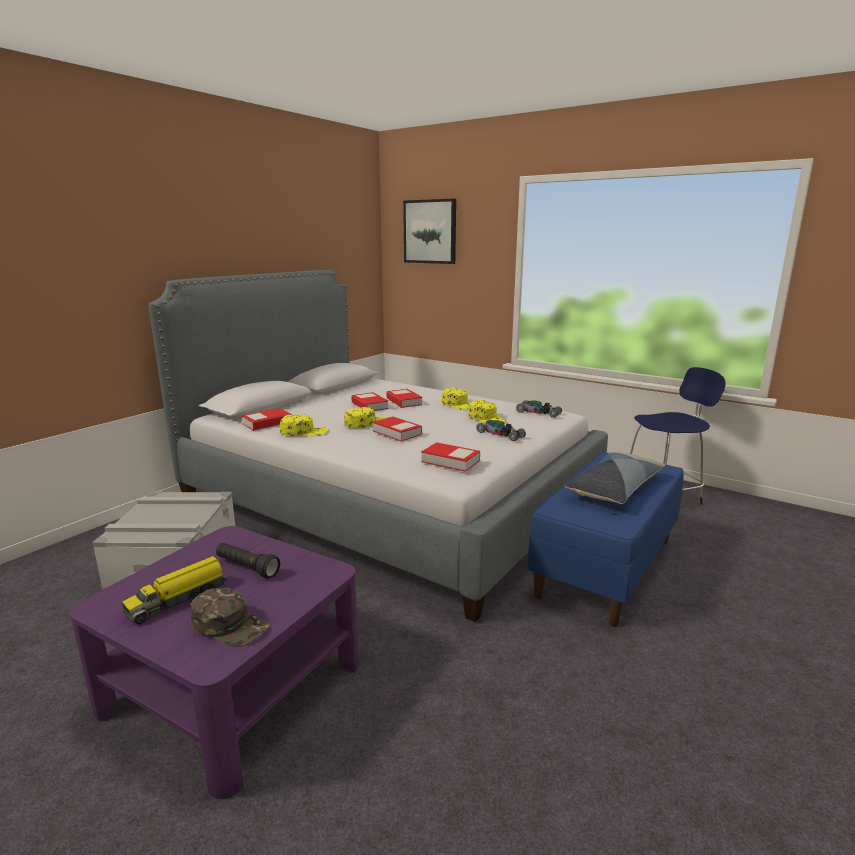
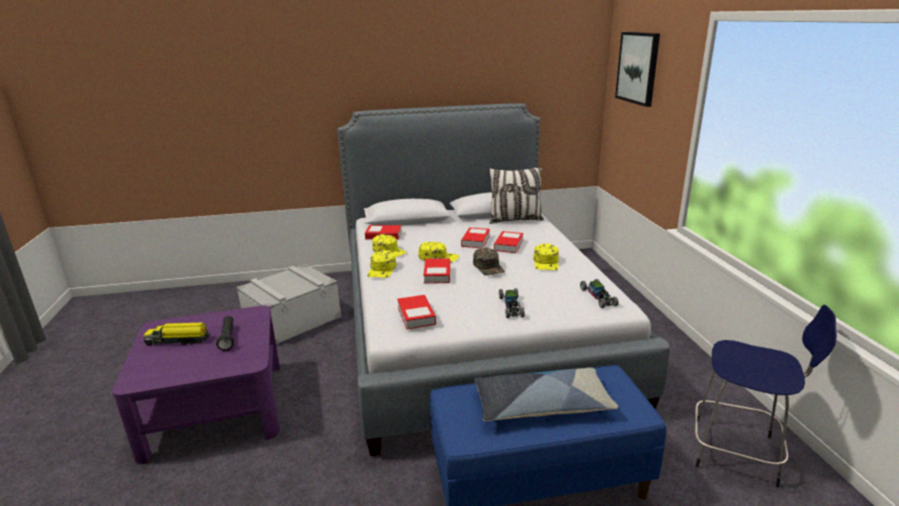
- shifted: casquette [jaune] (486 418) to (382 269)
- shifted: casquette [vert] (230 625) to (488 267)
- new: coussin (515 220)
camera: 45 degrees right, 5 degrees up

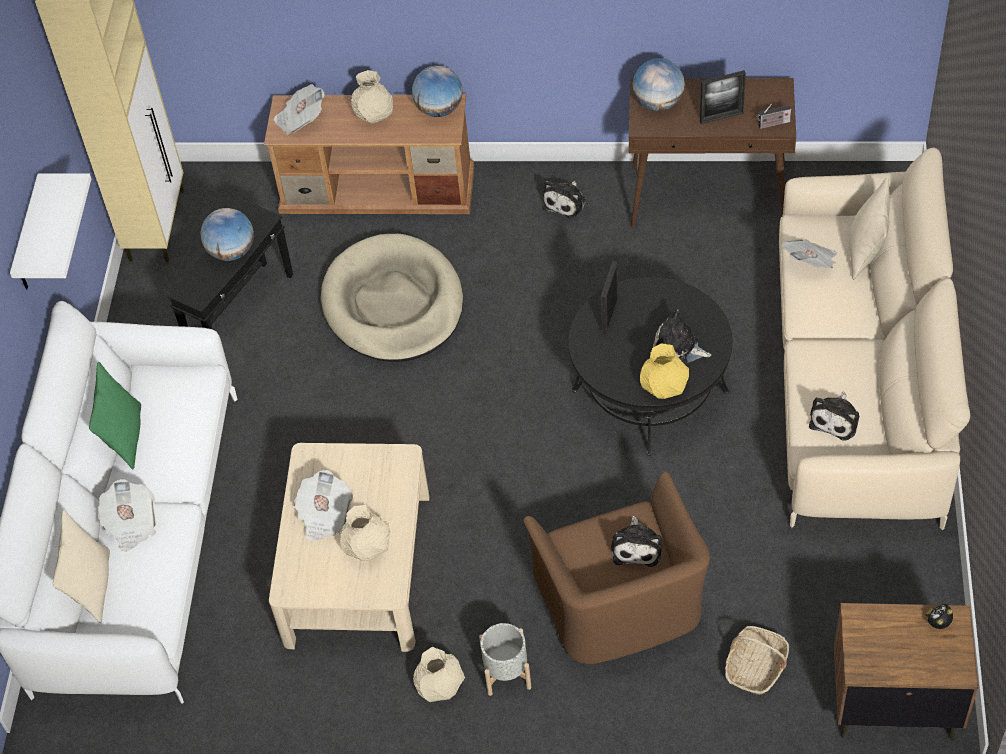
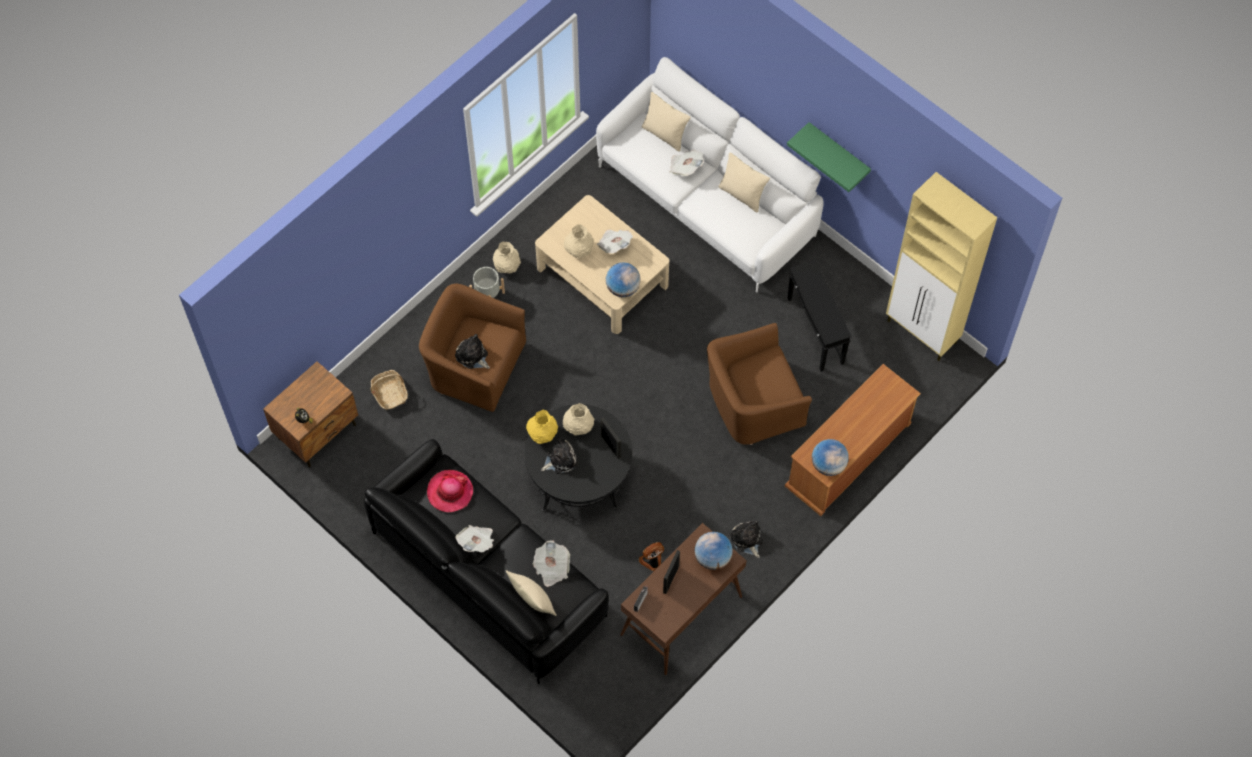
- shifted: vase [beige] (375 116) to (578 426)
- shifted: journal (301 120) to (477 542)
- repainted: canapé [beige] (857 383) to canapé [noir] (488 574)
- repainted: étagère [blanc] (29 237) to étagère [vert] (838 153)
- shifted: globe (231 252) to (623 288)
- swapped: panier pour chien [beige] (393 304) to fauteuil [marron] (753 403)
- repainted: coussin [vert] (125 437) to coussin [beige] (742 195)
- swapped: peluche (836 419) to chapeau (450 492)
- new: ventilateur (652 561)
camera: 125 degrees right, 10 degrees up

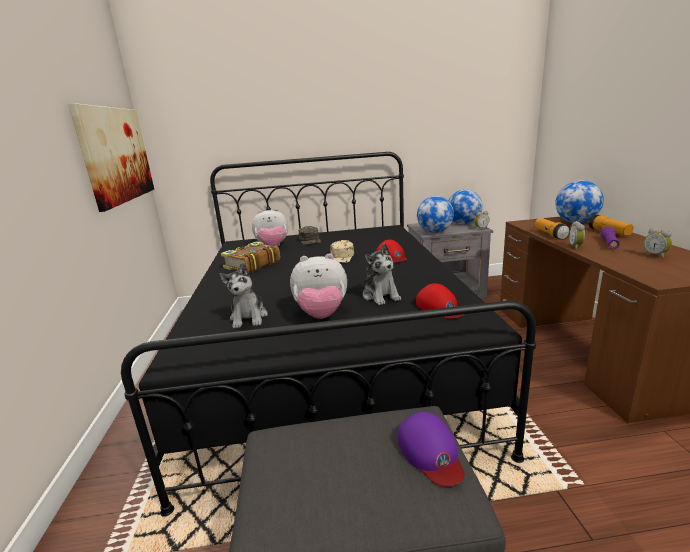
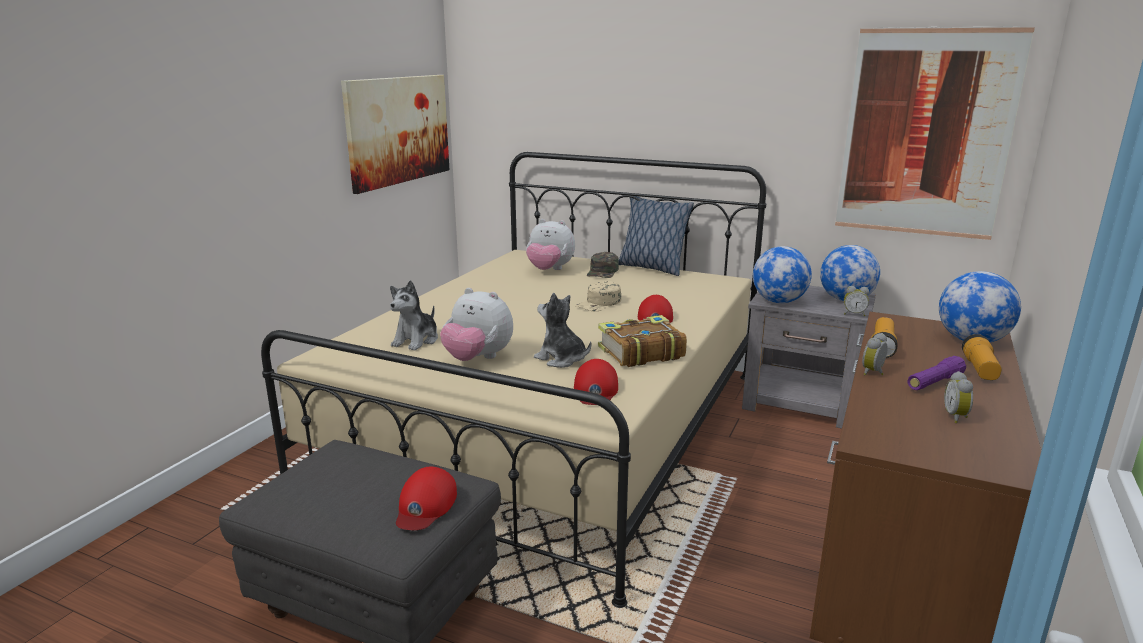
- repainted: lit [noir] (329 358) to lit [beige] (551 428)
- shifted: livre (251 265) to (640 352)
- rotated: peluche (380 296) = (561 359) 120 degrees clockwise
- repainted: casquette [violet] (430 452) to casquette [rouge] (425 505)
- new: tableau (926 134)
- new: coussin (651 268)
camera: 30 degrees right, 0 degrees up

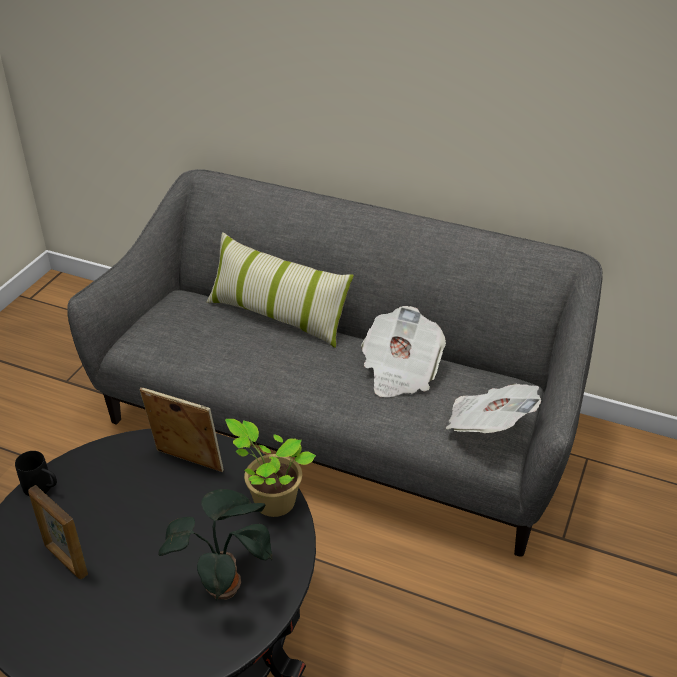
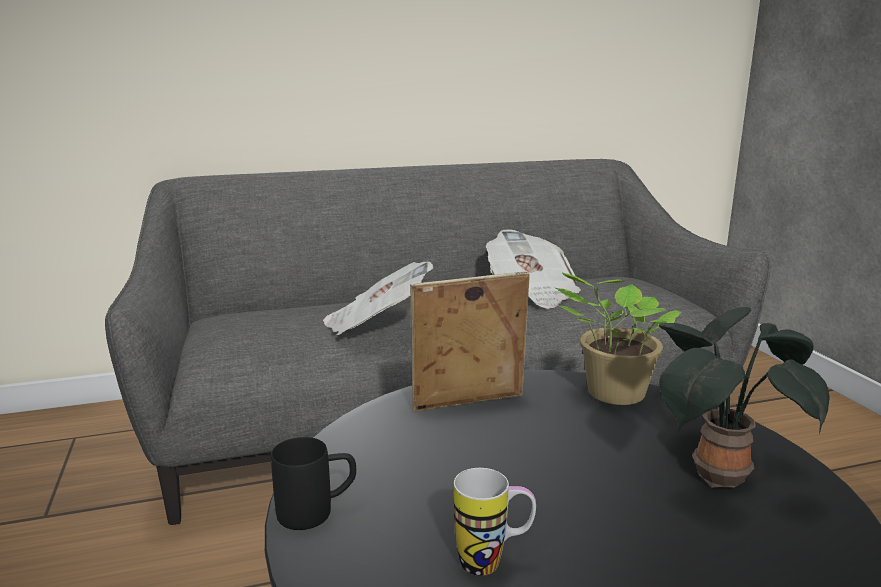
- gone: coussin (277 315)
- shifted: journal (488 425) to (376 325)
- swapped: cadre photo (65 560) to mug (493 563)
camera: 40 degrees left, 20 degrees down

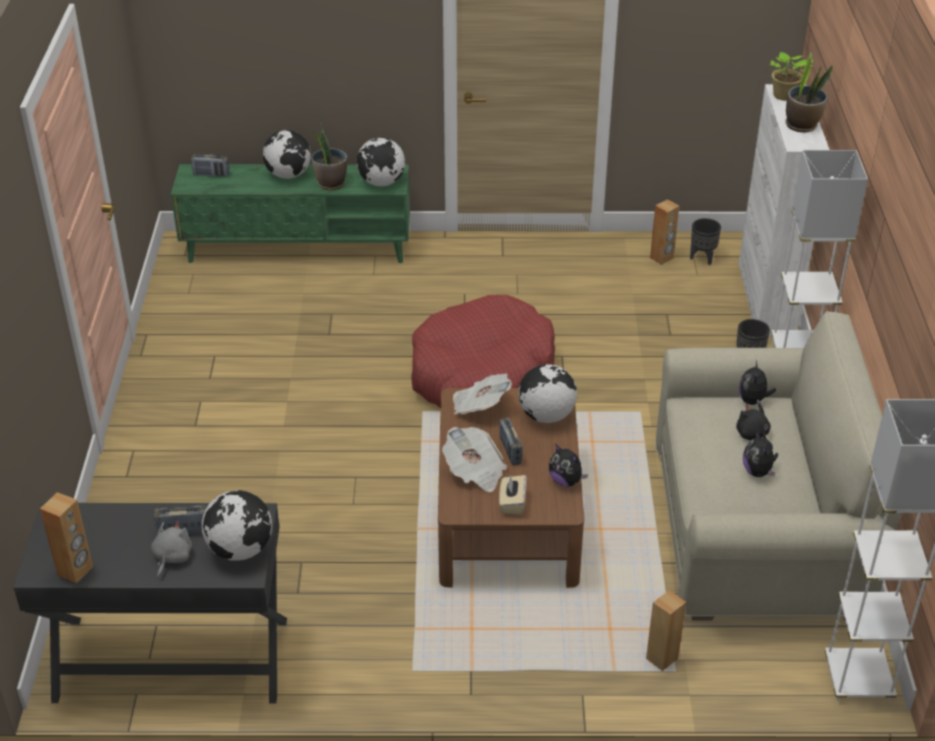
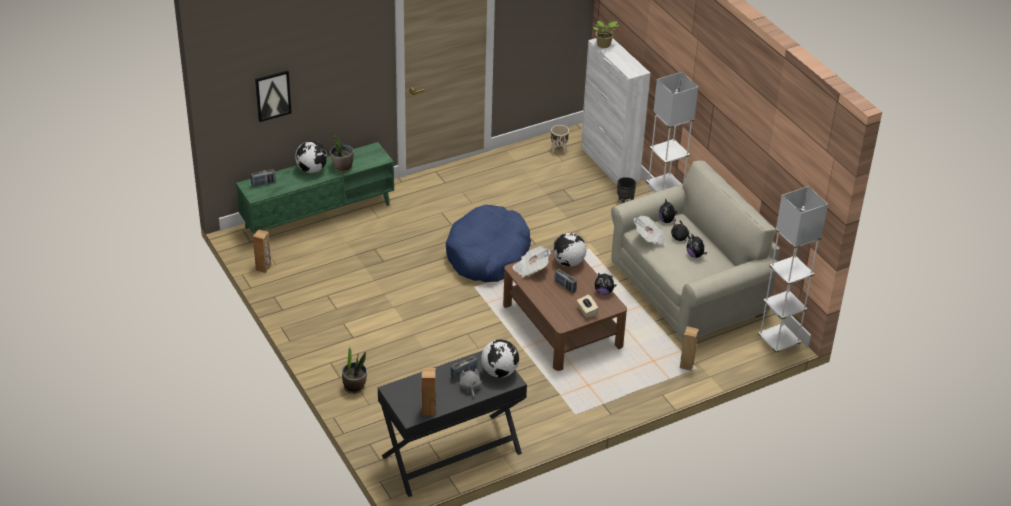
- shifted: plante en pot (802 125) to (354 387)
- gone: globe (381 183)
- shifted: enceinte [marron] (662 258) to (263 268)
- repainted: cache-pot [noir] (702 258) to cache-pot [beige] (558 150)
- repainted: panier pour chien [rouge] (481 372) to panier pour chien [bleu] (488 255)
- shifted: journal (474 471) to (650 238)
- new: tableau (272 95)
camera: 30 degrees left, 0 degrees up

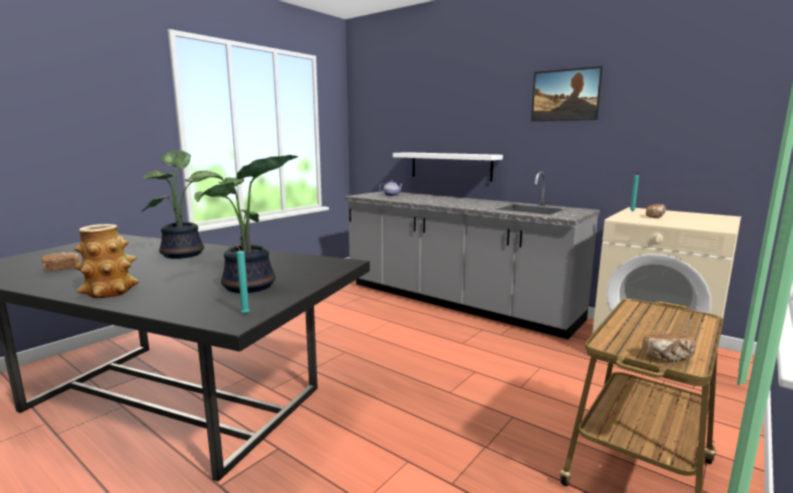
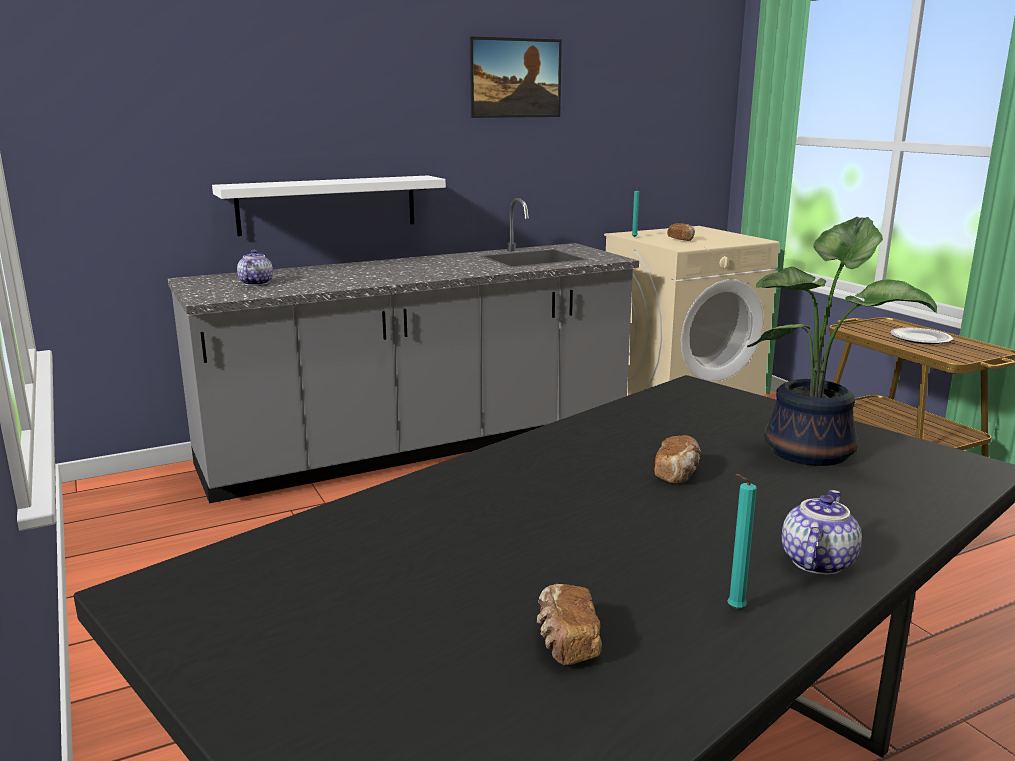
- gone: plante en pot (185 254)
- swapped: vase (110 292) to théière (815 561)
- shifted: bougie [turquoise] (244 314) to (733 610)
- shifted: pain (667 357) to (677 473)
- new: assiette (921 338)
camera: 65 degrees left, 5 degrees up

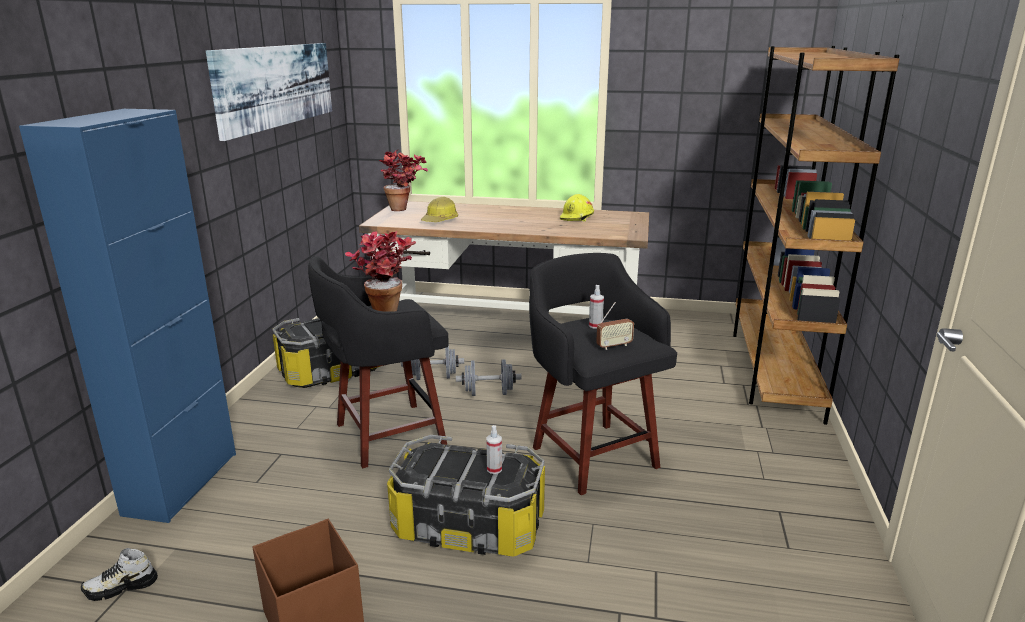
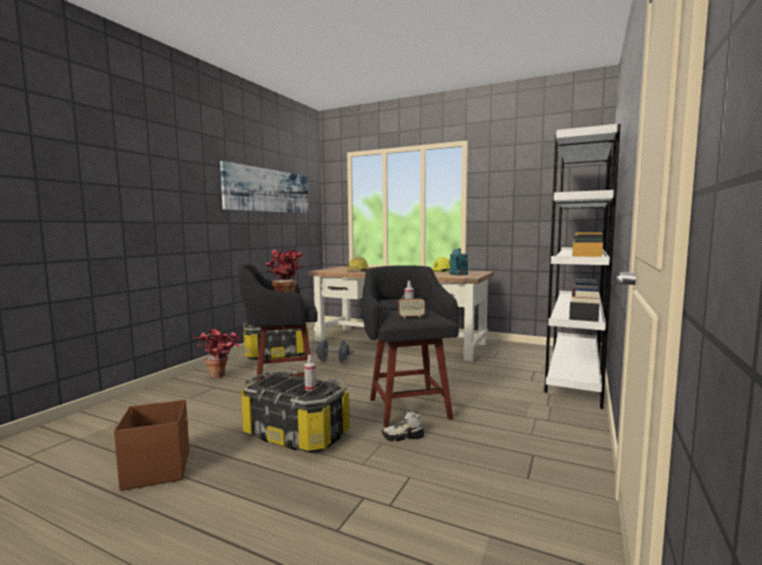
- repainted: bibliothèque [marron] (773 369) to bibliothèque [blanc] (574 376)
- gone: meuble de rangement [bleu] (181 483)
- shifted: plante en pot (404 210) to (221 376)
- gone: haltère [gris] (488 393)
- shifted: chaussure (121 587) to (403 437)
- new: arrosoir [turquoise] (458 274)
camera: 15 degrees right, 15 degrees down

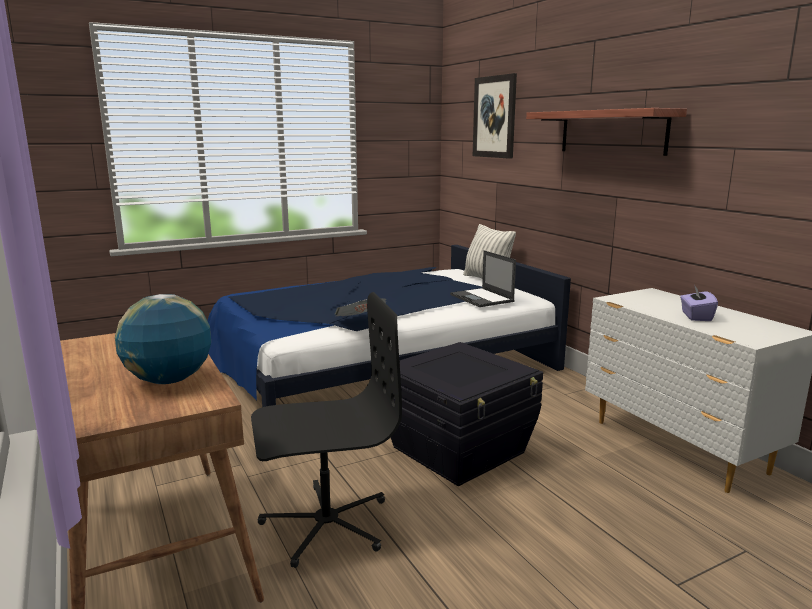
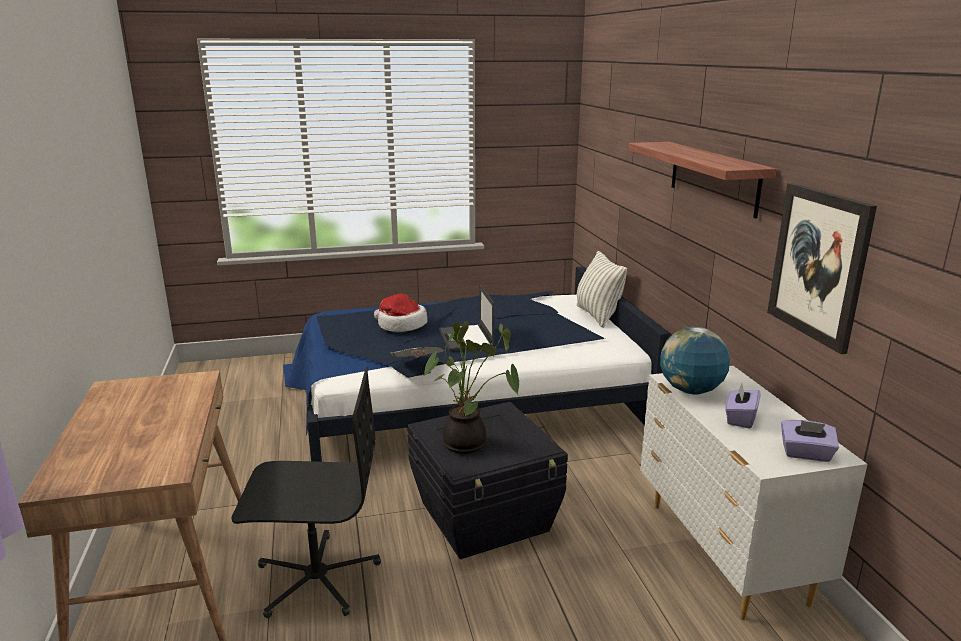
- shifted: tableau (494 117) to (818 265)
- shifted: ordinateur portable (482 298) to (466 338)
- shifted: globe (169 380) to (690 390)
- new: chapeau (401 325)
- new: plante en pot (468 444)
- new: boîte à mouchoirs [violet] (806 454)
camera: 15 degrees right, 5 degrees up

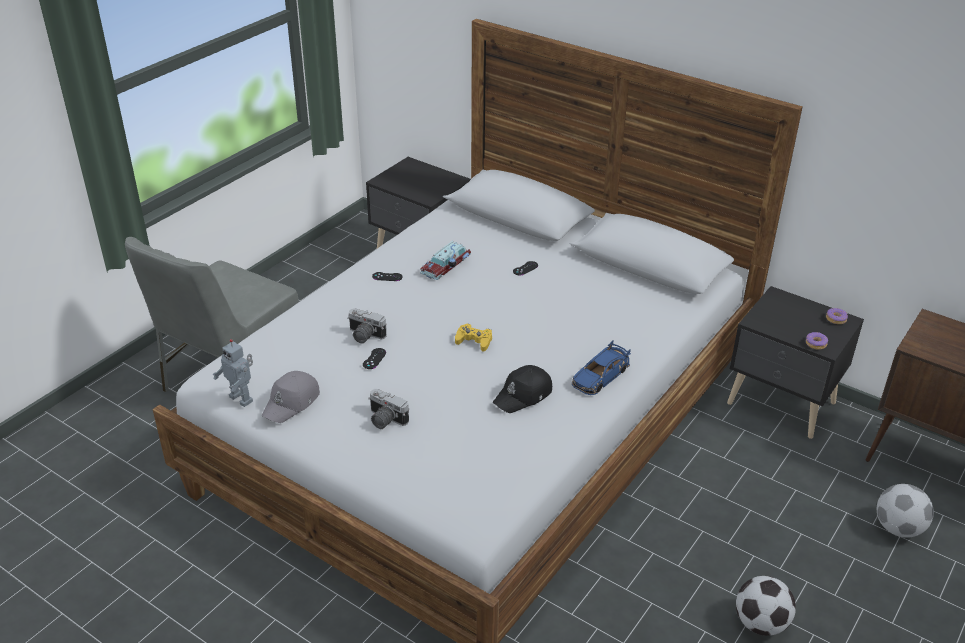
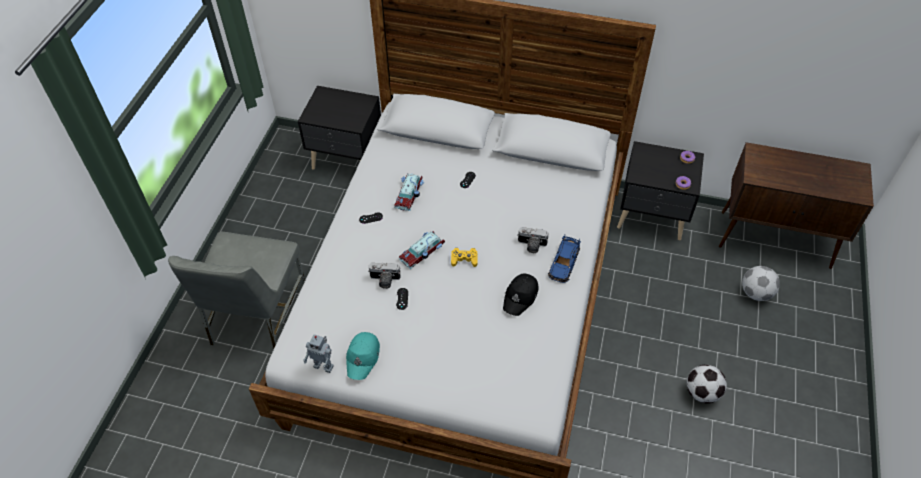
- repainted: casquette [gris] (292 402) to casquette [turquoise] (363 357)
- shifted: appareil photo (384 420) to (531 245)
- new: petite voiture (423 252)
camera: 20 degrees left, 15 degrees up

